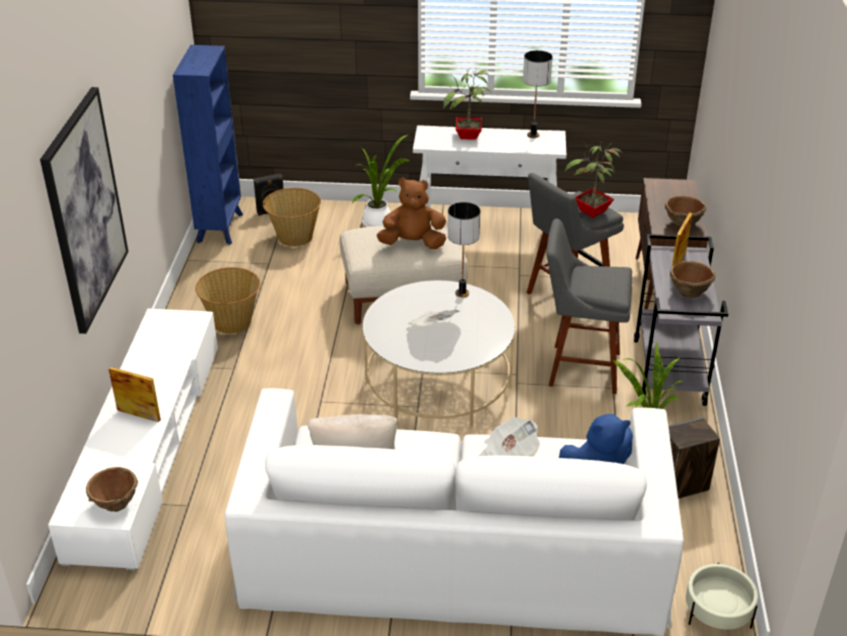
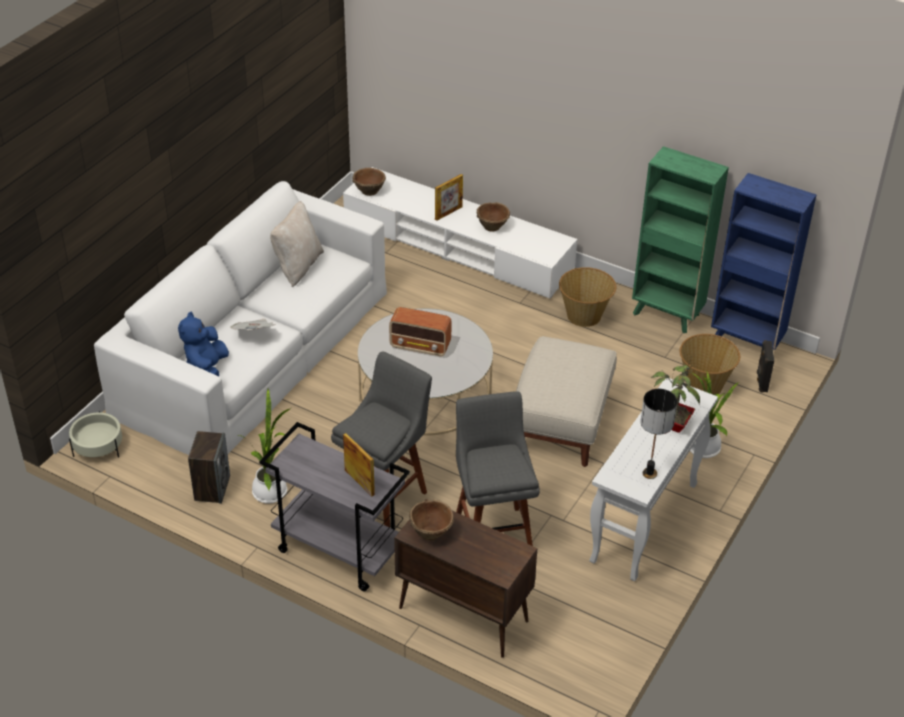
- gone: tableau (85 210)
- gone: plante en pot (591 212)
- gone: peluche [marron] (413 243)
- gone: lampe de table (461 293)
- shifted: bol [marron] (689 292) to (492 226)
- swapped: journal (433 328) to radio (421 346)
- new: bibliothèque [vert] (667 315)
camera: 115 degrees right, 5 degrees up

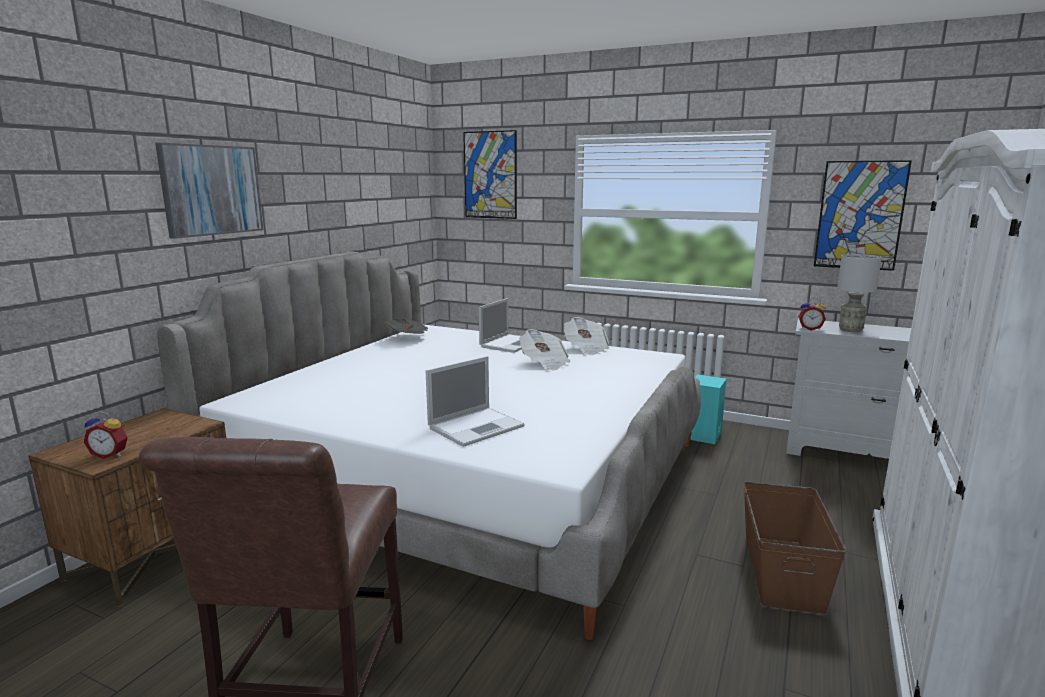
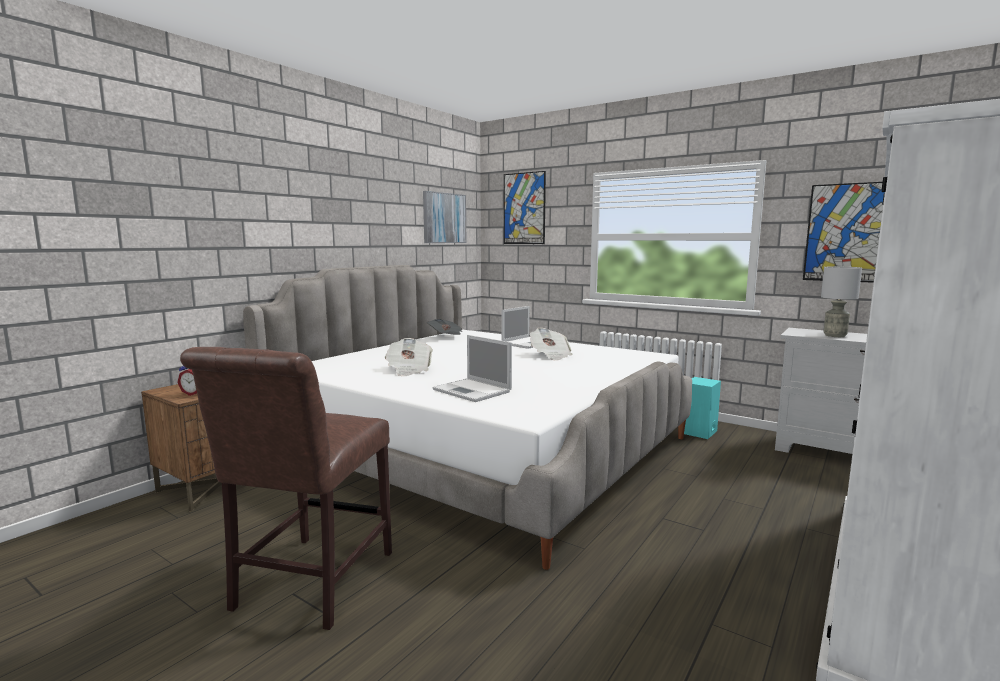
- shifted: tableau (211 190) to (444 218)
- gone: réveil (810 329)
- shifted: journal (586 348) to (409 370)
- rotated: ordinateur portable (477 426) = (473 391) 75 degrees clockwise
- gone: boîte de rangement [marron] (783 571)
camera: 10 degrees right, 5 degrees down

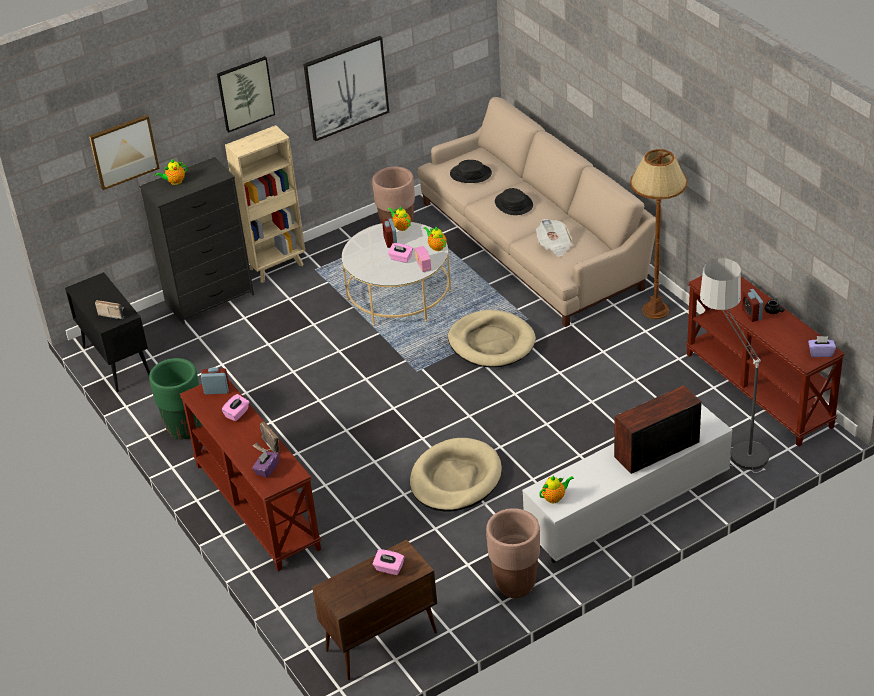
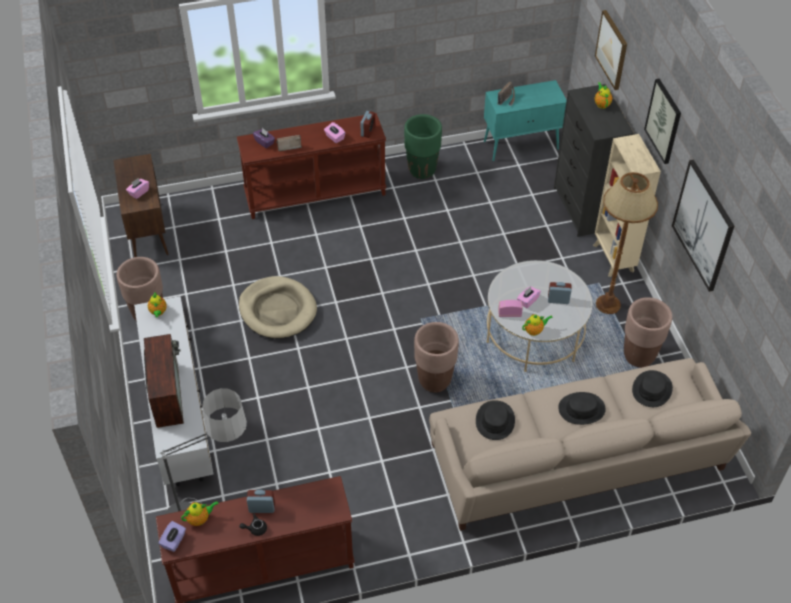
- shifted: lampadaire [marron] (655 311) to (607 304)
- shifted: théière (401 227) to (200 519)
- swapped: journal (554 245) to chapeau [noir] (495 421)
- repainted: meuble de rangement [noir] (116 362) to meuble de rangement [turquoise] (521 145)
- swapped: panier pour chien [beige] (491 342) to cache-pot [marron] (434 380)
camera: 105 degrees right, 10 degrees up

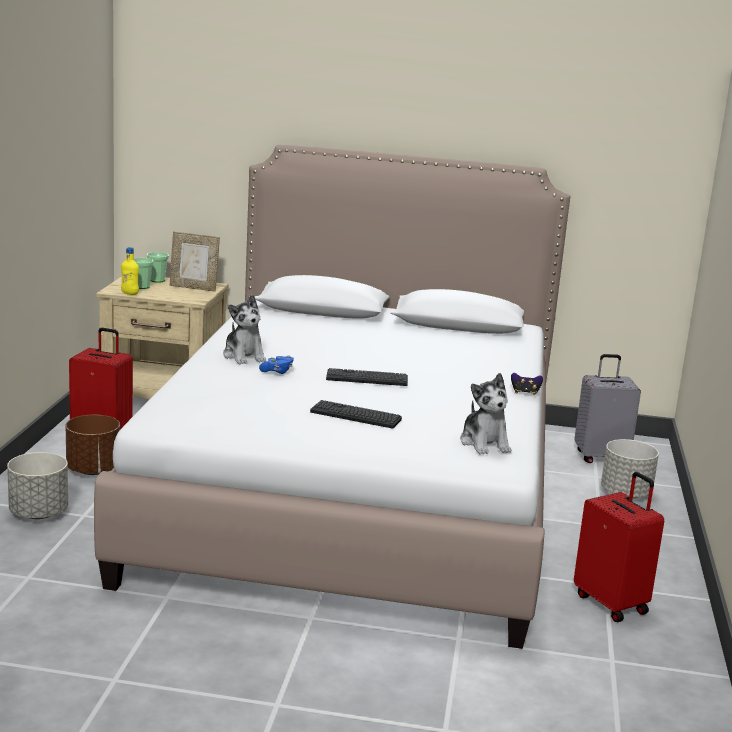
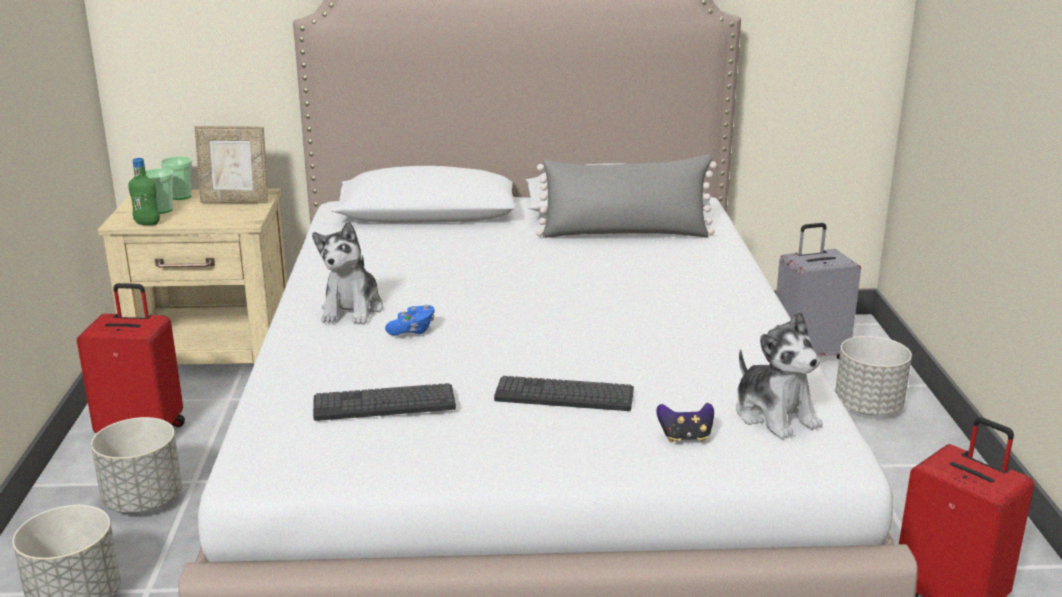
- repainted: bouteille [jaune] (130 293) to bouteille [vert] (147 223)
- rotated: peluche (244 356) = (352 310) 45 degrees clockwise
- shifted: clavier (367 378) to (384 404)
- shifted: manette (525 392) to (685 437)
- repainted: cache-pot [marron] (92 470) to cache-pot [gris] (142 500)
- new: coussin [gris] (625 234)
camera: 10 degrees left, 5 degrees up

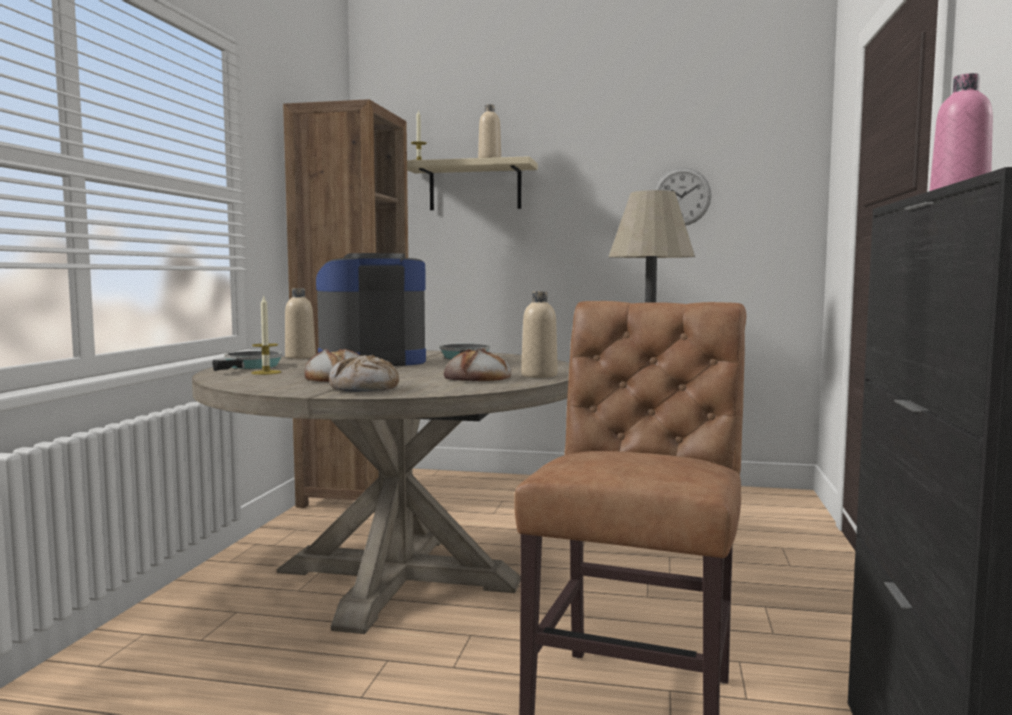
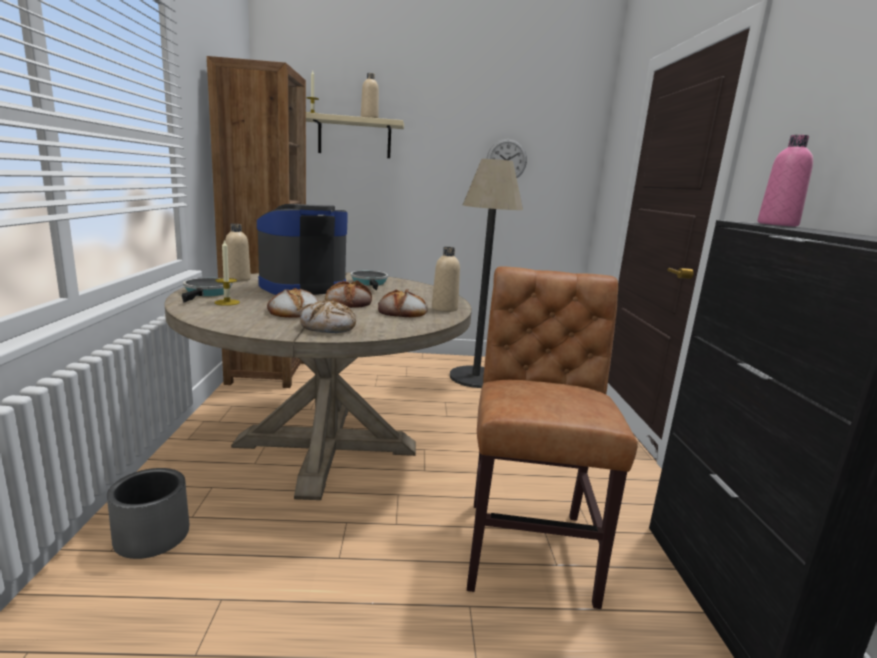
- new: pain (349 302)
- new: cache-pot [gris] (152 537)
camera: 15 degrees left, 10 degrees up

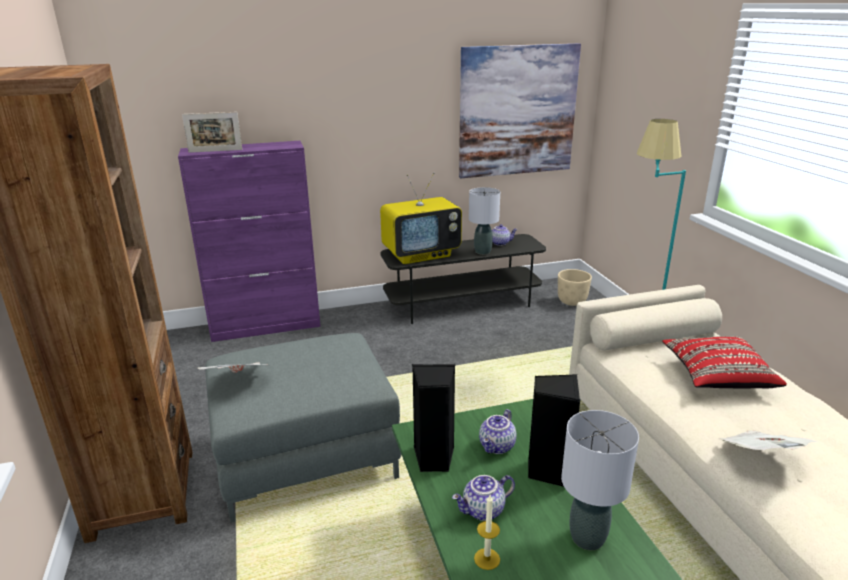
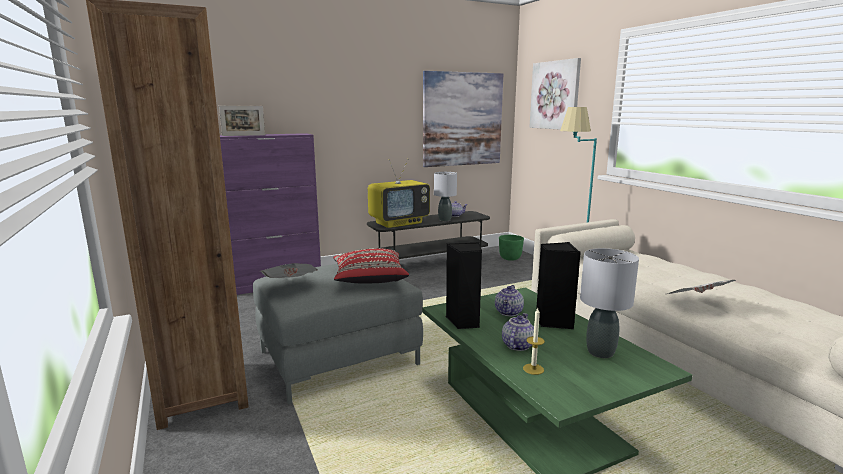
- repainted: cache-pot [beige] (572 302) to cache-pot [vert] (510 258)
- shifted: coussin [rouge] (717 377) to (369 279)
- rotated: théière (483 511) = (517 345) 150 degrees clockwise
- new: tableau (555 95)
camera: 10 degrees left, 10 degrees down

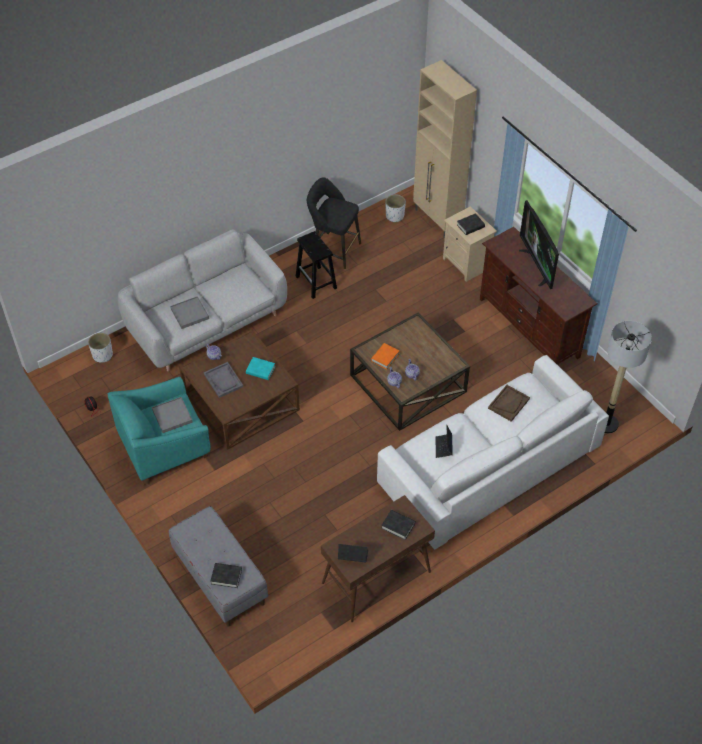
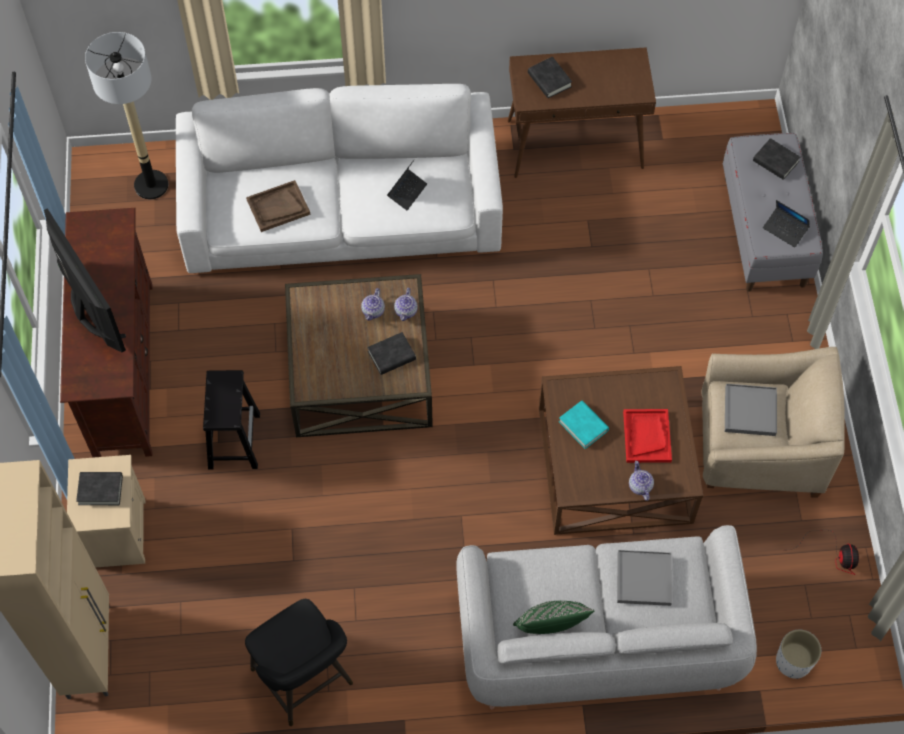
- gone: cache-pot [blanc] (394 216)
- rotated: téléviseur (538 266) = (90 312) 45 degrees counterclockwise
- shifted: tabouret [noir] (316 283) to (234 440)
- repainted: livre [orange] (385 357) to livre [noir] (391 356)
- repainted: plateau [gris] (223 380) to plateau [rouge] (646 436)
- repainted: fauteuil [turquoise] (164 446) to fauteuil [beige] (760 447)
- shifted: ordinateur portable (353 556) to (785 229)
- new: coussin [vert] (551 627)
camera: 150 degrees left, 10 degrees up

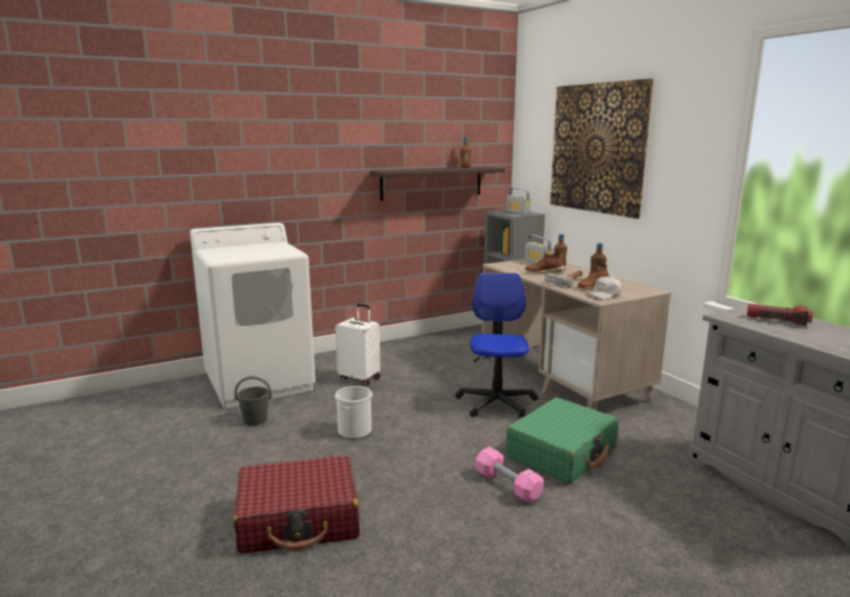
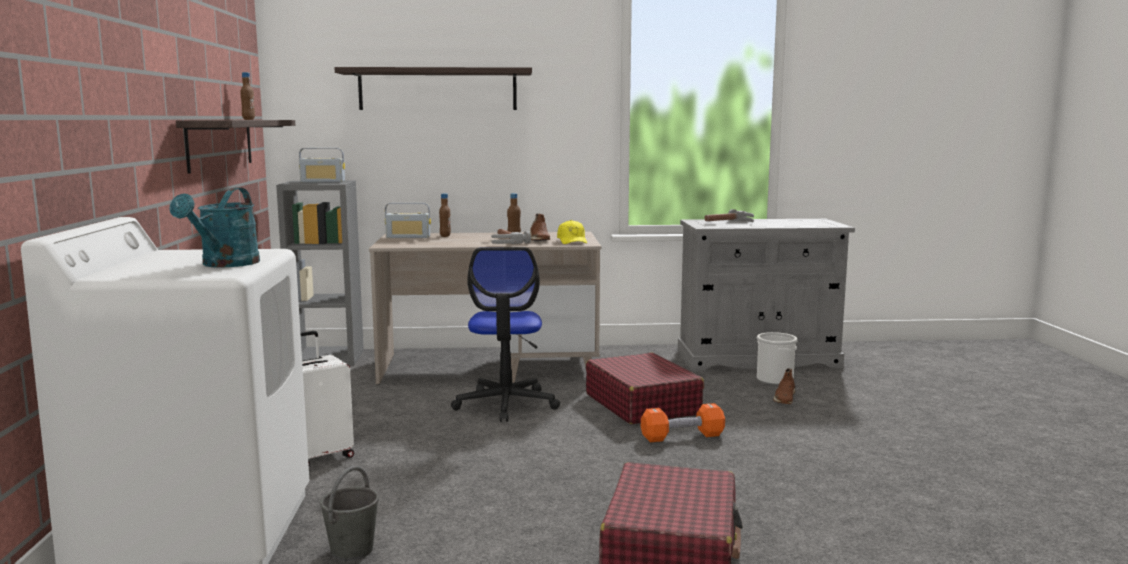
- swapped: tableau (598 148) to étagère (438 89)
- shifted: chaussure [marron] (544 272) to (784 398)
- rotated: chaise de bureau (496 403) = (506 404) 120 degrees counterclockwise
- repainted: casquette [blanc] (604 295) to casquette [jaune] (572 241)
- swapped: lampe de poche (777 321) to marteau (729 223)
- shifted: seau (354 431) to (775 380)
- repainted: valise [vert] (562 452) to valise [rouge] (642 404)
- repainted: haltère [rose] (507 485) to haltère [orange] (682 437)
- new: arrosoir [turquoise] (225 264)
camera: 65 degrees left, 5 degrees down

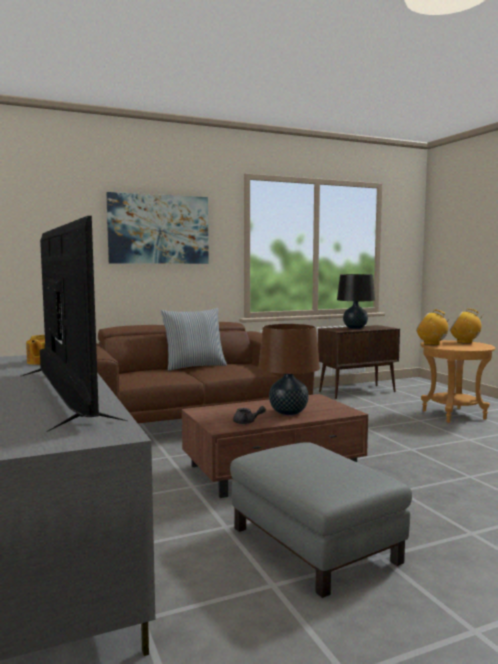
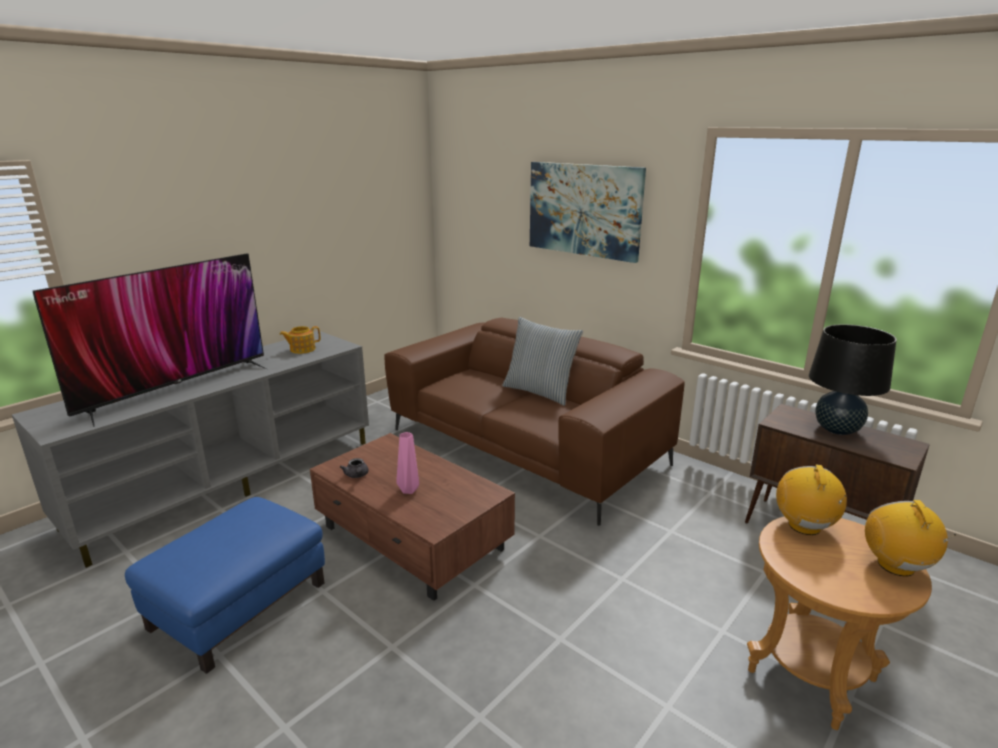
- swapped: lampe de table [marron] (288 412) to vase [rose] (408 489)
- repainted: pouf [gris] (315 544) to pouf [bleu] (239 606)
camera: 65 degrees right, 15 degrees up

